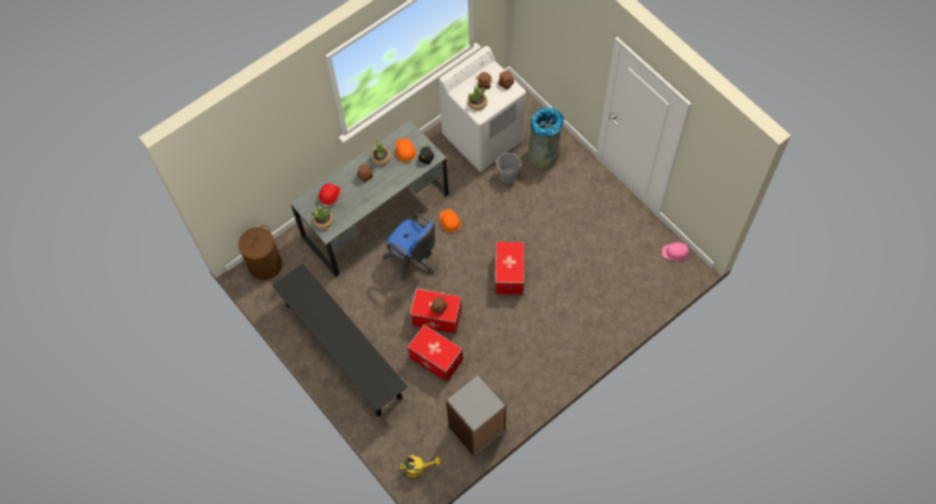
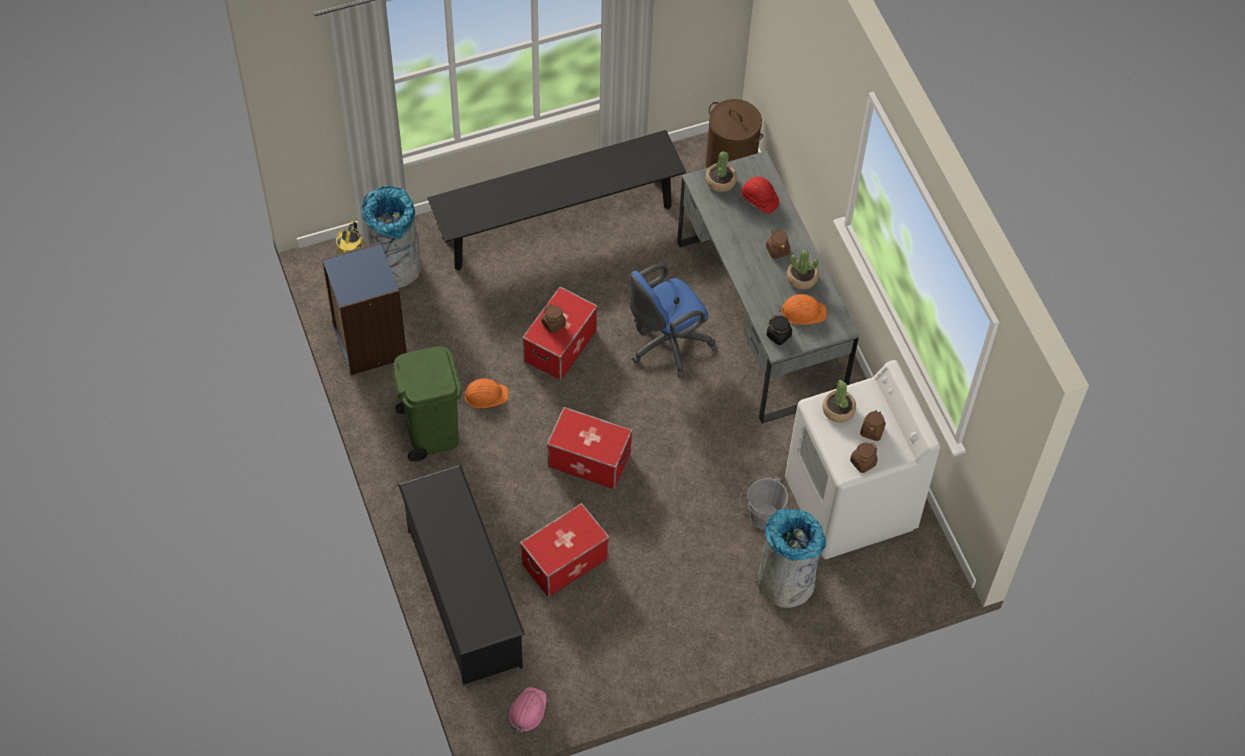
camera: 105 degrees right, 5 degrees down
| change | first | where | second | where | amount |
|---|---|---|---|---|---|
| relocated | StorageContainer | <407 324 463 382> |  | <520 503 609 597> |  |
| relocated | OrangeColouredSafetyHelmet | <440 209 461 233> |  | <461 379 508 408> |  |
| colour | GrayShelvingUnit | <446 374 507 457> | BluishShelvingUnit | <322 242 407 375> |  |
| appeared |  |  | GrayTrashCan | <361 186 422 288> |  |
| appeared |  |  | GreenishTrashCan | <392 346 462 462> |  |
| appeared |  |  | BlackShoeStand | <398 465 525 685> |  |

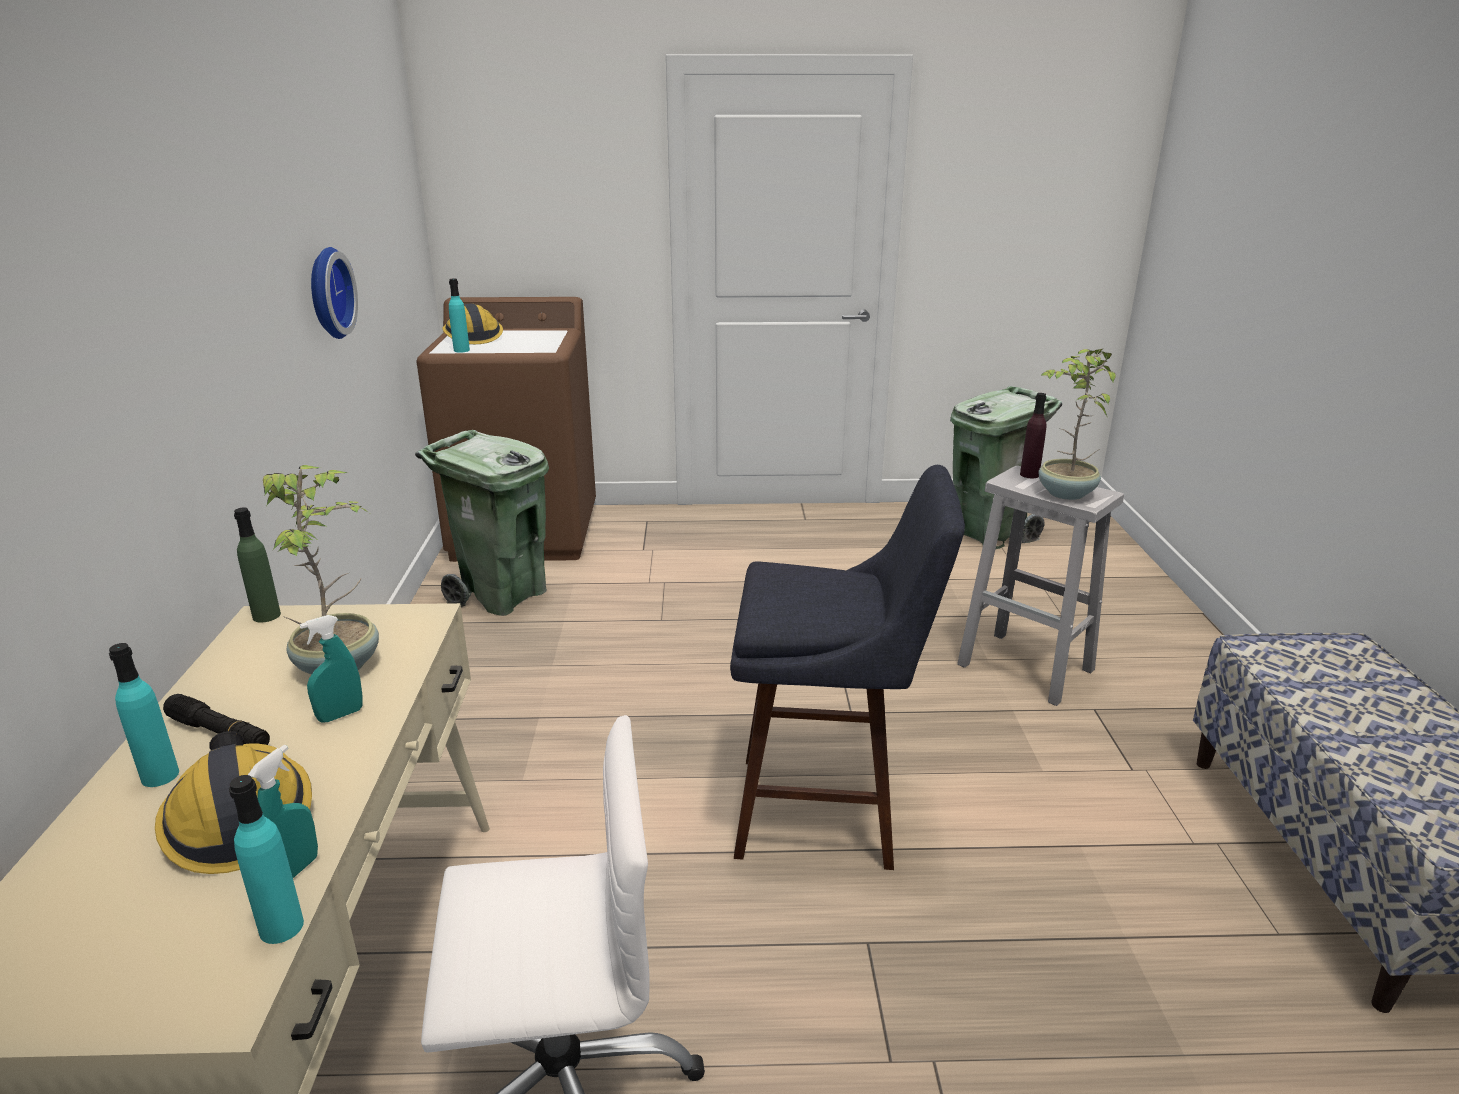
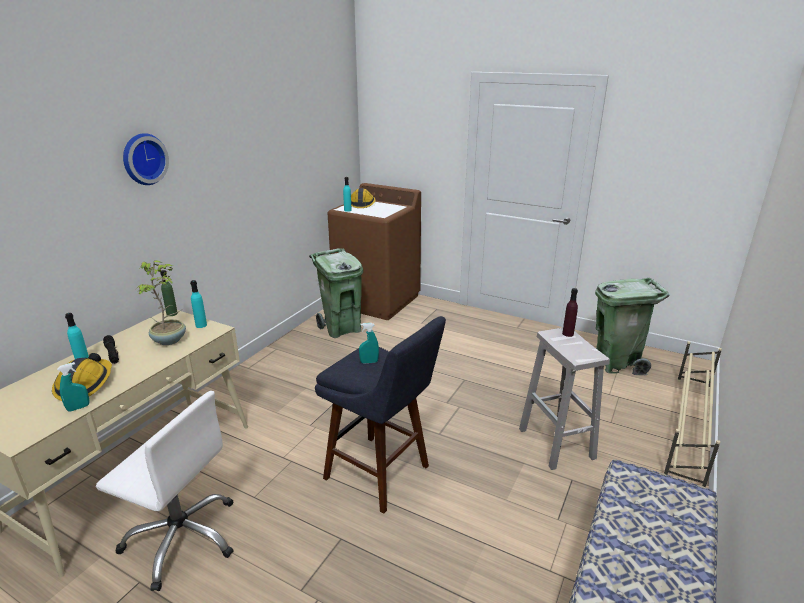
camera: 30 degrees right, 0 degrees up
| change | first | where | second | where | amount |
|---|---|---|---|---|---|
| relocated | TurquoiseDrinkBottle | <229 775 304 944> |  | <190 280 207 328> |  |
| relocated | TurquoiseSprayBottle | <300 615 363 722> |  | <359 323 379 364> |  |
| relocated | ClockOnTheWall | <311 247 358 339> |  | <123 133 169 185> |  |
| missing | Houseplant | <1038 348 1116 500> |  |  |  |
| appeared |  |  | BeigeShoeStand | <664 341 722 488> |  |

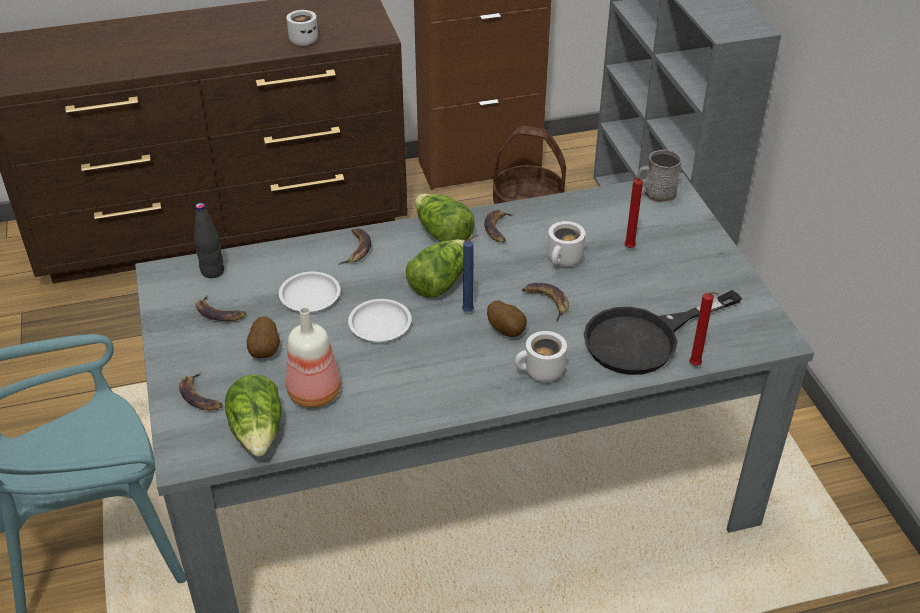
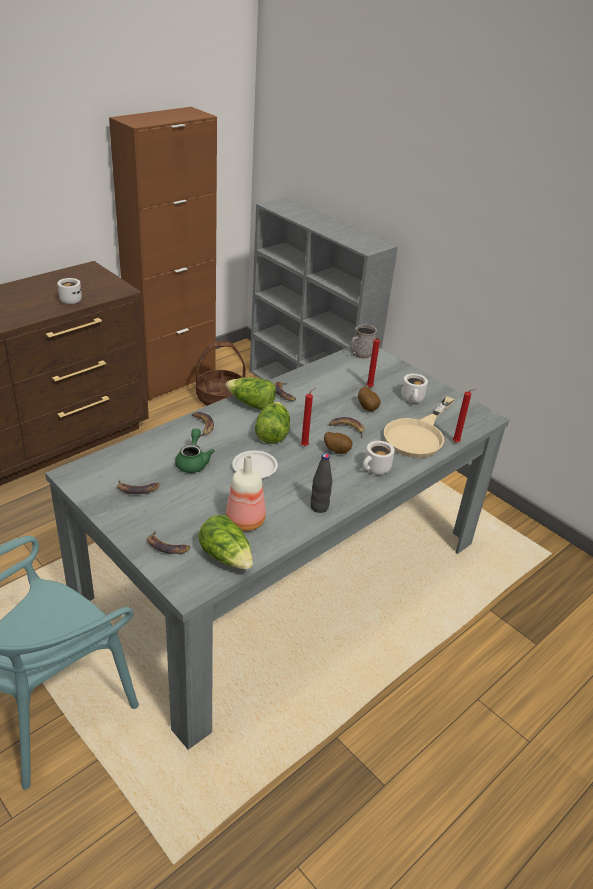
camera: 30 degrees left, 5 degrees down
| change | first | where | second | where | amount |
|---|---|---|---|---|---|
| relocated | BlackDrinkBottle | <194 203 224 278> |  | <310 453 332 513> |  |
| relocated | Potato | <247 317 280 358> |  | <358 387 381 411> |  |
| exchanged | WhiteColouredFlatDish | <279 272 341 312> | GreenishTeapot | <175 428 215 473> |  |
| colour | BluishWaxLight | <462 234 479 312> | RedWaxLight | <301 388 316 446> |  |
| relocated | WhiteColouredTeaMug | <547 221 585 267> |  | <401 374 428 403> |  |
| colour | BlackFryingPan | <584 290 742 375> | BeigeFryingPan | <384 396 454 458> |  |

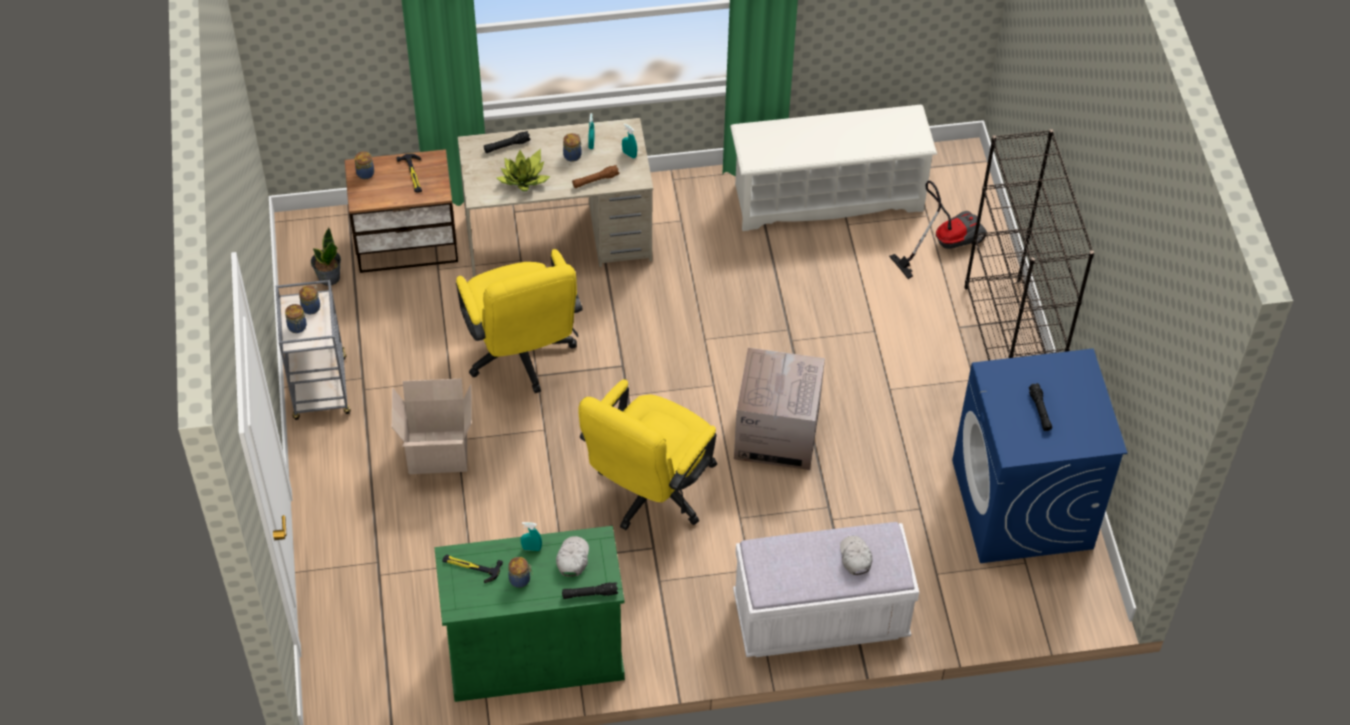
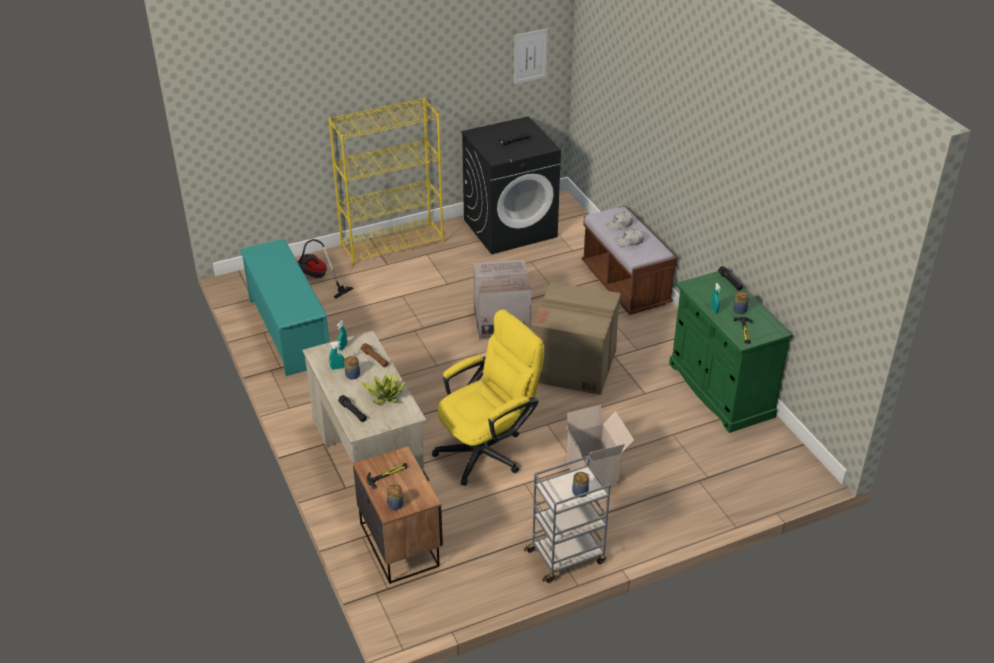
camera: 105 degrees left, 15 degrees down
| change | first | where | second | where | amount |
|---|---|---|---|---|---|
| missing | PreserveJar | <299 285 320 315> |  |  |  |
| missing | Houseplant | <311 227 341 286> |  |  |  |
| relocated | WhiteColouredPeakedCap | <556 536 589 576> |  | <615 228 644 246> |  |
| exchanged | YellowColouredComputerChair | <578 379 717 530> | CardboardBox | <532 282 621 395> |  |
| colour | WhiteColouredShoeStand | <730 105 937 231> | TurquoiseShoeStand | <240 239 329 376> |  |
| colour | WhiteColouredBench | <733 522 919 657> | BrownishBench | <582 206 678 315> |  |
| colour | BluishLaundryAppliance | <952 348 1127 563> | BlackLaundryAppliance | <461 116 561 254> |  |
| colour | BlackShelvingUnit | <964 129 1094 361> | YellowColouredShelvingUnit | <328 98 444 266> |  |
| appeared |  |  | WallArt | <514 29 548 84> |  |

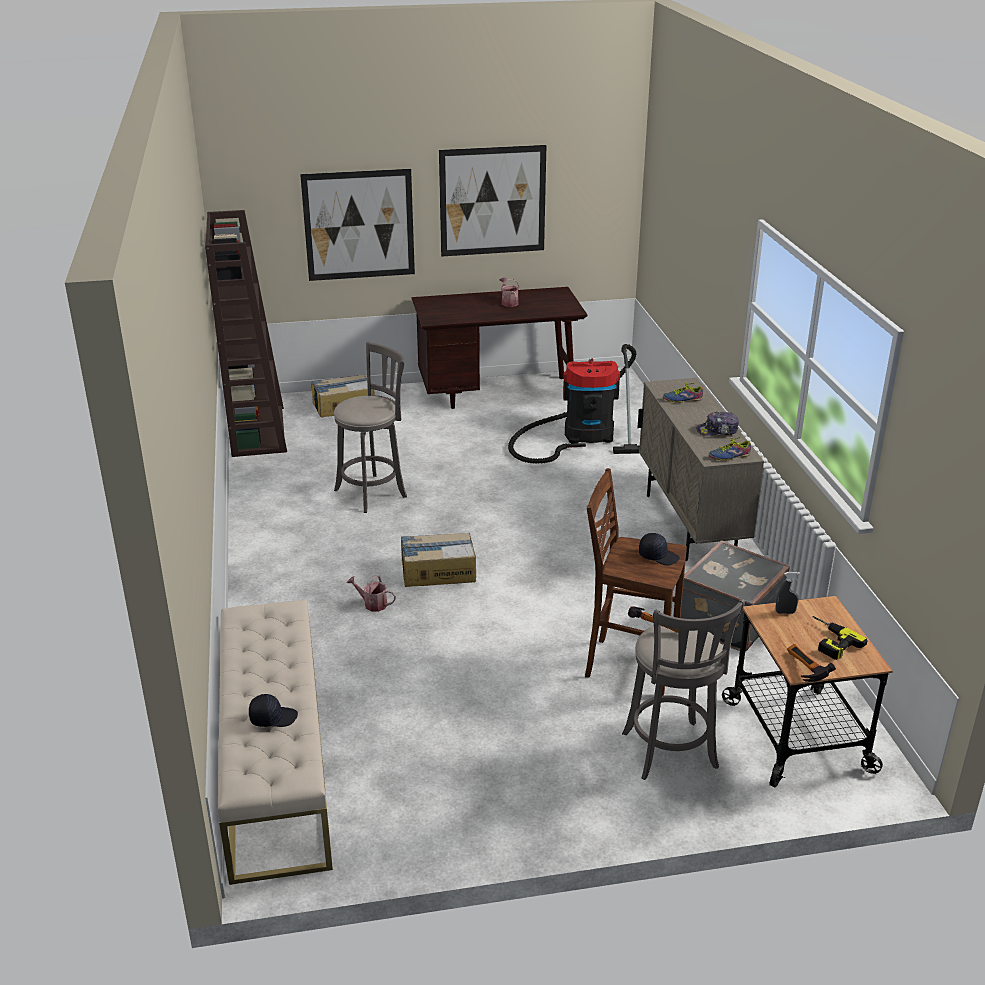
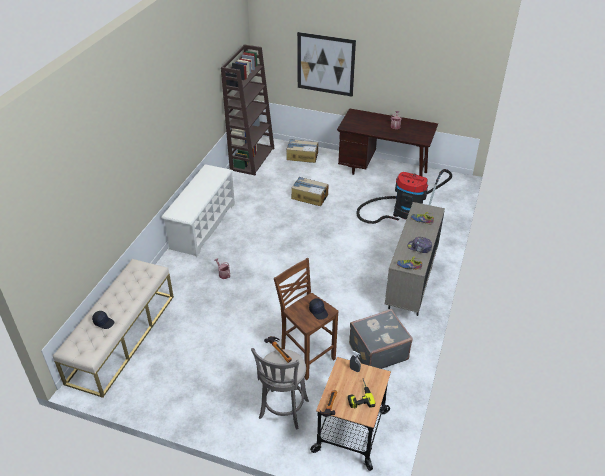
camera: 30 degrees right, 10 degrees up
| change | first | where | second | where | amount |
|---|---|---|---|---|---|
| missing | GraySittingStool | <334 342 407 513> |  |  |  |
| relocated | CardboardBox | <401 533 476 587> |  | <291 177 328 206> |  |
| missing | WallArt | <439 145 546 257> |  |  |  |
| appeared |  |  | WhiteColouredShoeStand | <161 164 235 257> |  |

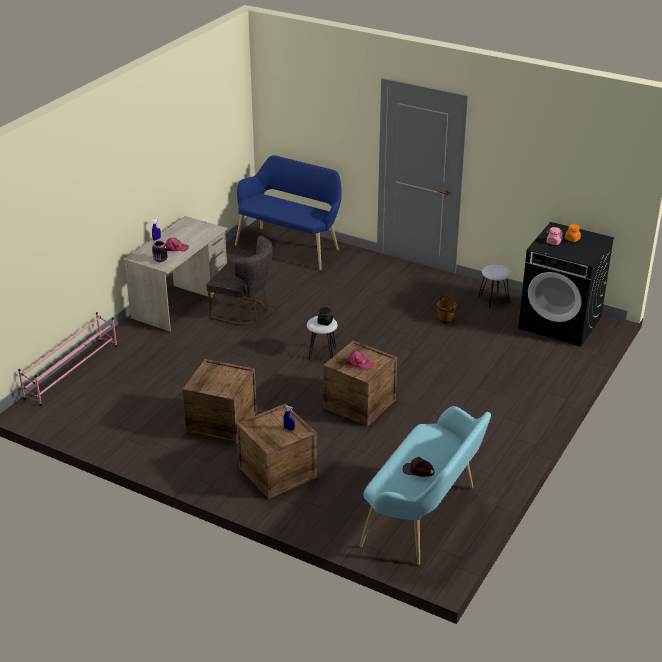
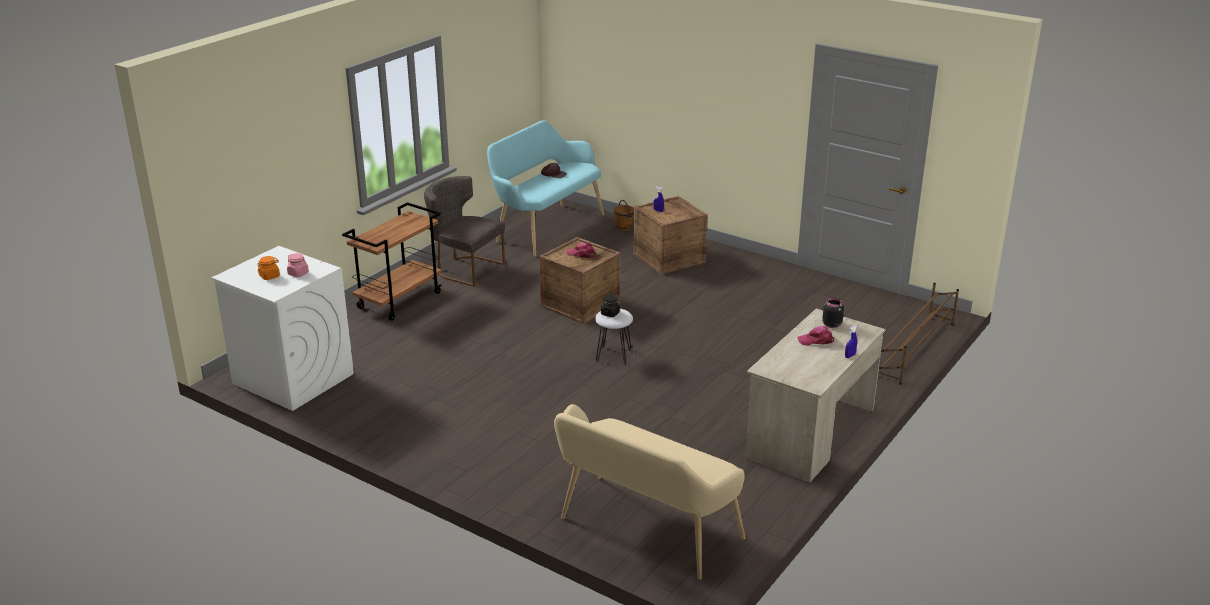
camera: 175 degrees left, 5 degrees down
| change | first | where | second | where | amount |
|---|---|---|---|---|---|
| colour | PinkShoeStand | <18 312 117 406> | BrownishShoeStand | <878 283 959 385> |  |
| missing | ShippingCrate | <183 359 257 444> |  |  |  |
| relocated | GrayPlainChair | <206 236 273 325> |  | <424 176 505 286> |  |
| colour | BluishBench | <235 155 342 270> | BeigeBench | <554 404 746 580> |  |
| relocated | BrownishWaterBucket | <437 296 457 324> |  | <614 200 634 231> |  |
| missing | WhiteColouredSittingStool | <478 264 511 308> |  |  |  |
| colour | BlackLaundryAppliance | <518 222 614 347> | WhiteColouredLaundryAppliance | <211 246 354 411> |  |
| appeared |  |  | BrownishTrolley | <342 202 442 321> |  |

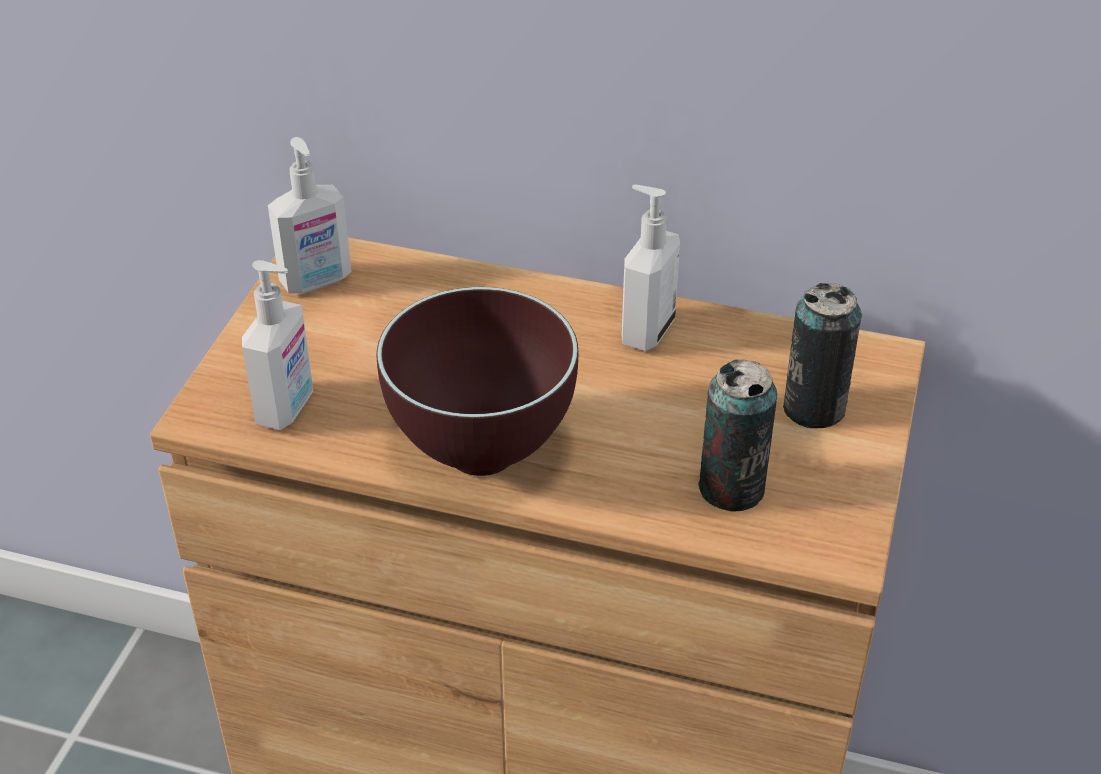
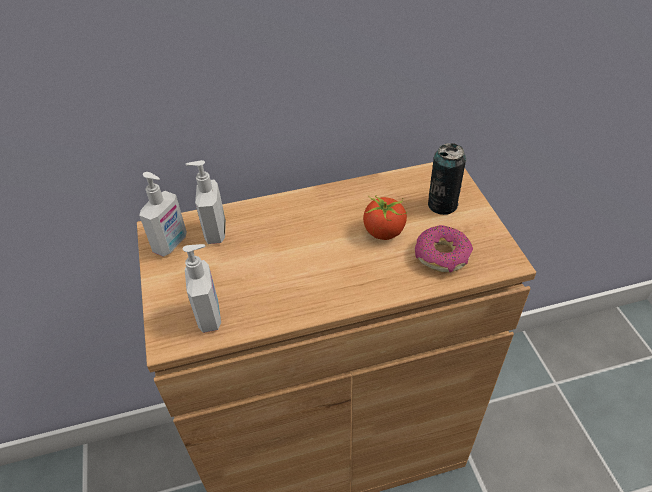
camera: 30 degrees left, 5 degrees up
| change | first | where | second | where | amount |
|---|---|---|---|---|---|
| missing | BrownishBowl | <376 287 579 476> |  |  |  |
| relocated | SoapDispenser | <621 185 680 351> |  | <186 160 226 244> |  |
| exchanged | SealedCan | <698 359 777 512> | Donut | <415 225 473 273> |  |
| appeared |  |  | Tomato | <363 195 407 240> |  |

